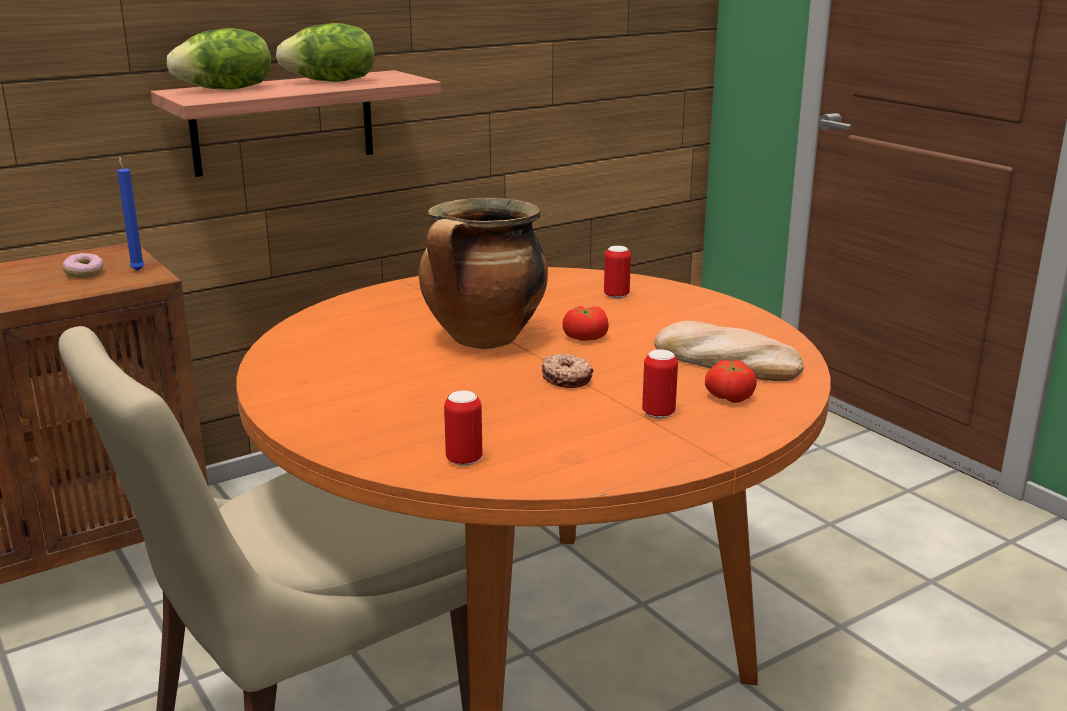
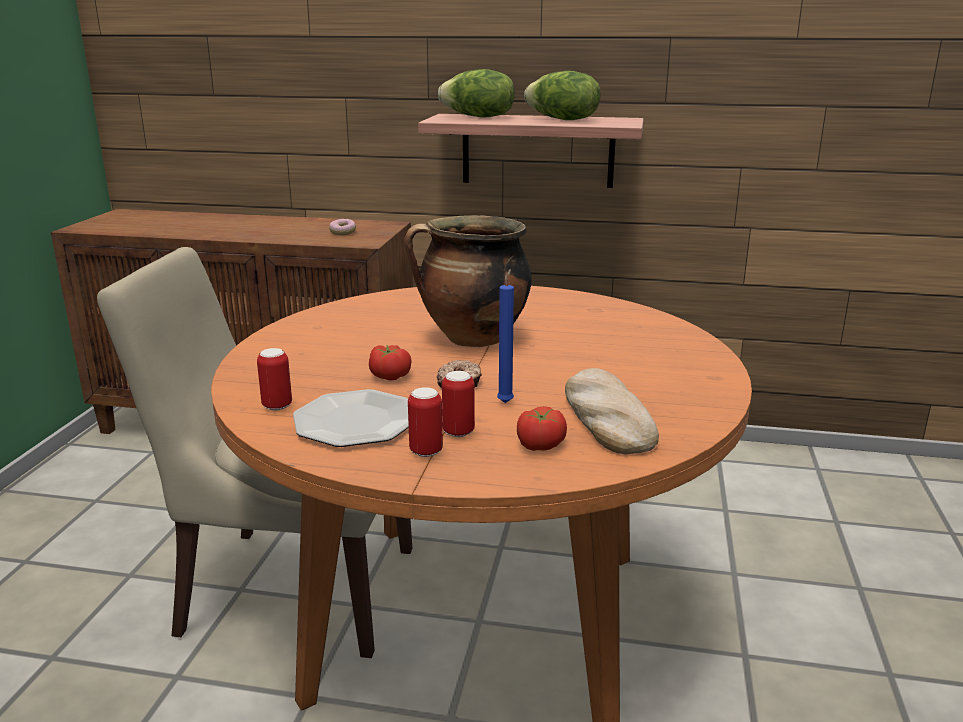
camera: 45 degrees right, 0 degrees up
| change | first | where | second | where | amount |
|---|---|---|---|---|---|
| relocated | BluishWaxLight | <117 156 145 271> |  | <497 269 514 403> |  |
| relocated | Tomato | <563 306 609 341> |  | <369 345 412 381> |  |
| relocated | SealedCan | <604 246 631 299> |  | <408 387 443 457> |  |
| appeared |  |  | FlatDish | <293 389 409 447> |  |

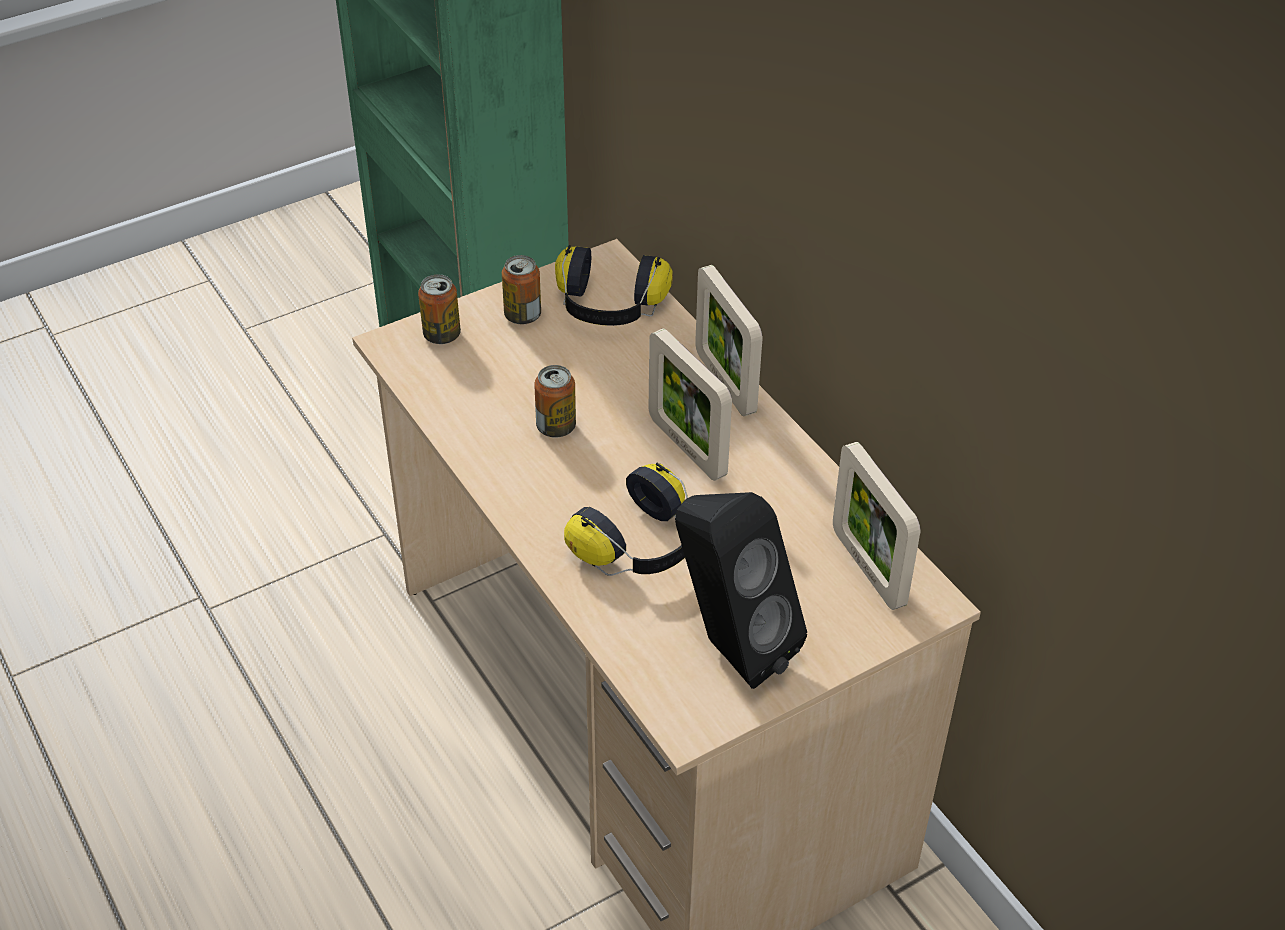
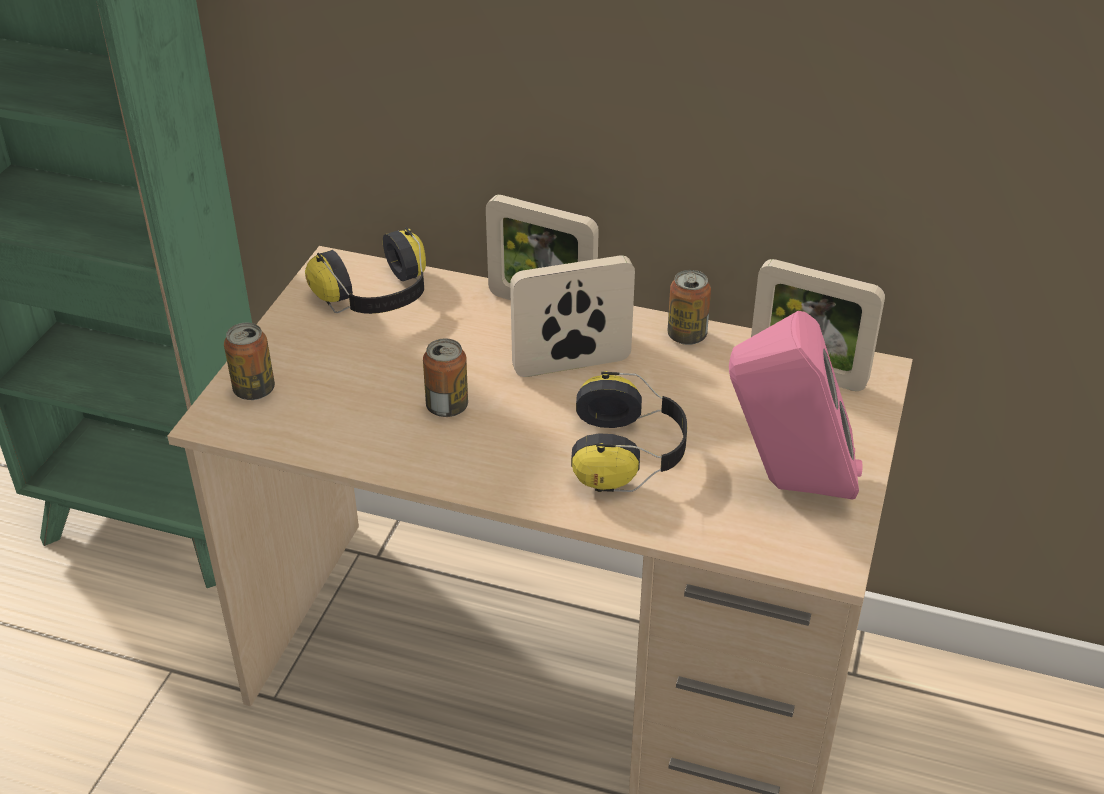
camera: 40 degrees left, 5 degrees down
| change | first | where | second | where | amount |
|---|---|---|---|---|---|
| relocated | SealedCan | <502 255 541 324> |  | <668 270 711 345> |  |
| spun | StandingFrame | <649 329 732 481> |  | <510 255 635 377> | 150 degrees clockwise |
| colour | BlackAudioSpeaker | <675 492 807 689> | PinkAudioSpeaker | <729 311 862 500> |  |

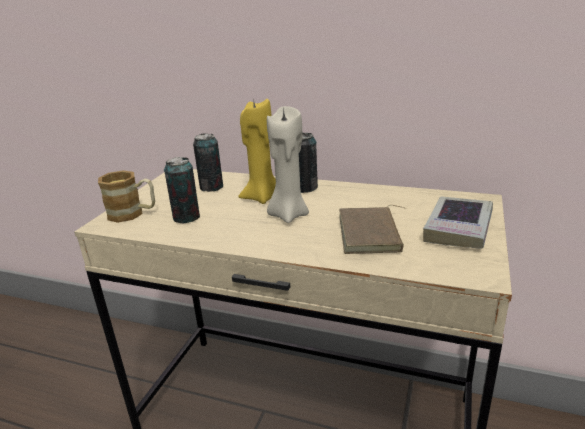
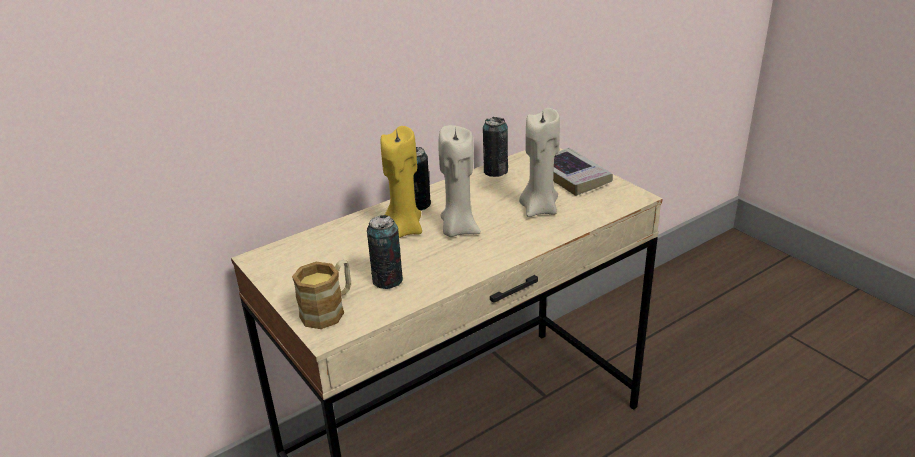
camera: 55 degrees left, 5 degrees up
| change | first | where | second | where | amount |
|---|---|---|---|---|---|
| relocated | SealedCan | <193 133 223 192> |  | <483 117 508 177> |  |
| exchanged | BrownishBoundBook | <339 205 406 254> | BeigeWaxLight | <519 108 560 217> |  |

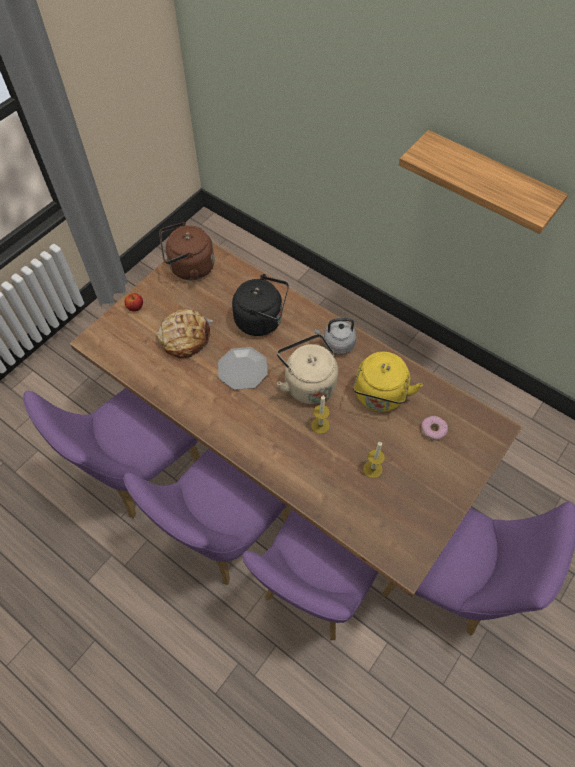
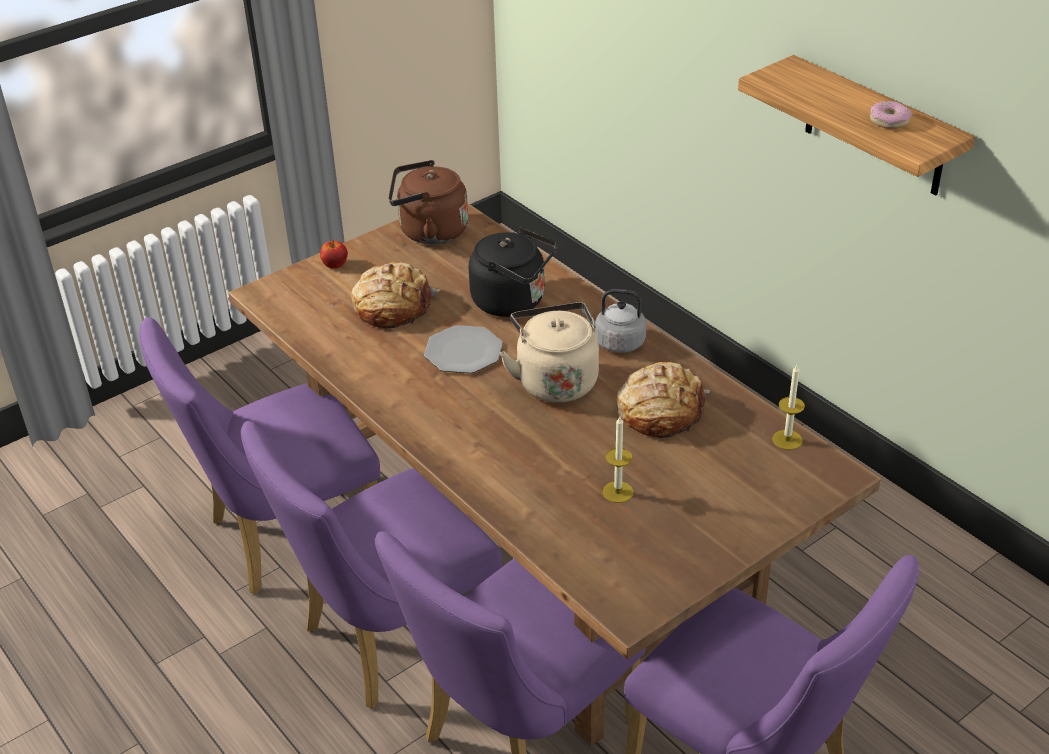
camera: 15 degrees right, 20 degrees down
| change | first | where | second | where | amount |
|---|---|---|---|---|---|
| relocated | WaxLight | <311 395 330 434> |  | <772 365 805 450> |  |
| exchanged | YellowColouredWaterKettle | <353 352 423 412> | BakedBread | <616 362 710 438> |  |
| relocated | Donut | <421 416 448 441> |  | <870 101 912 129> |  |

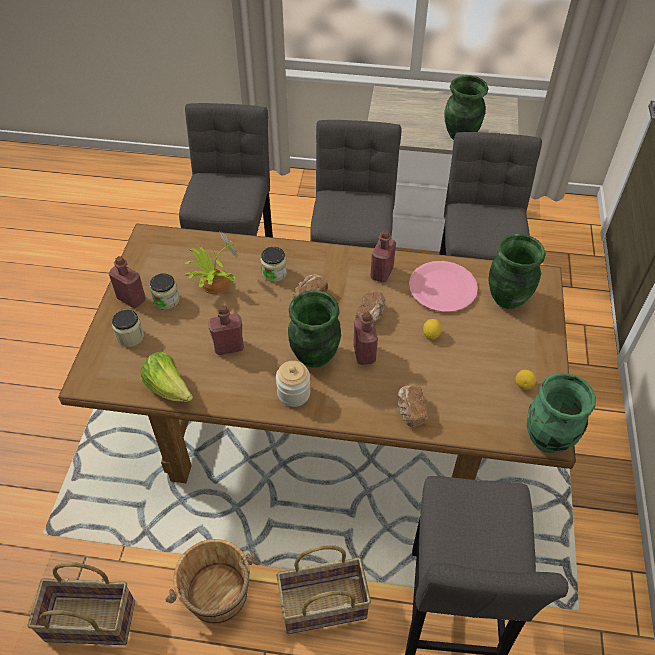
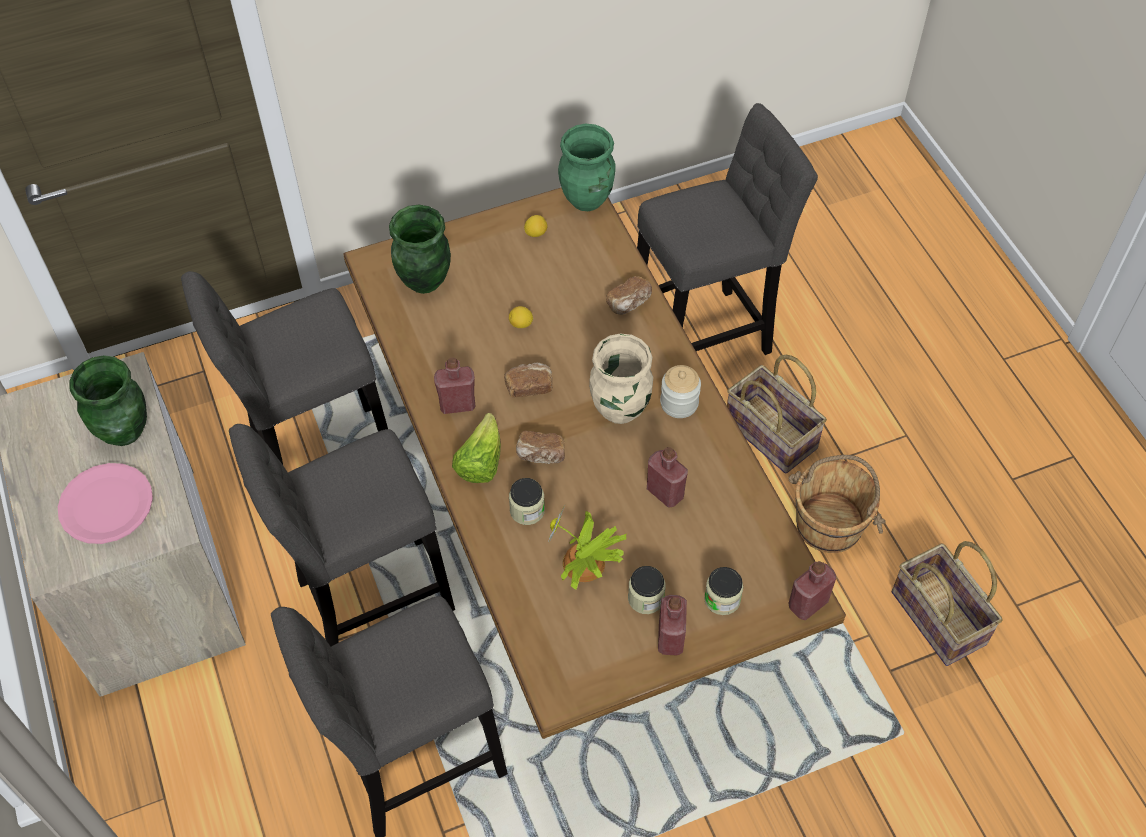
camera: 120 degrees left, 5 degrees up
| change | first | where | second | where | amount |
|---|---|---|---|---|---|
| relocated | HeadOfLettuce | <141 352 193 402> |  | <452 413 501 483> |  |
| colour | GreenishFlowerVase | <288 290 341 368> | BeigeFlowerVase | <589 333 653 424> |  |
| relocated | RedDrinkBottle | <353 312 378 365> |  | <788 561 836 620> |  |
| relocated | PinkFlatDish | <409 261 478 312> |  | <58 463 153 544> |  |

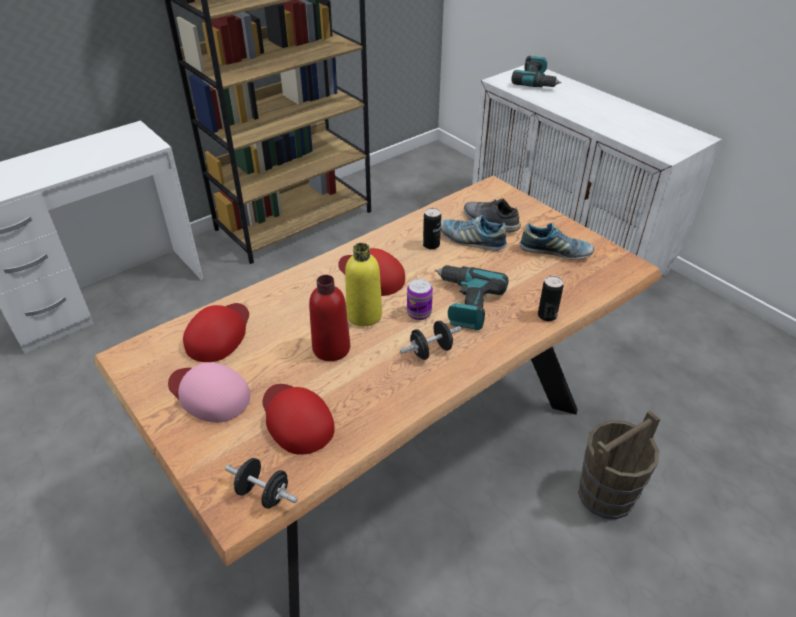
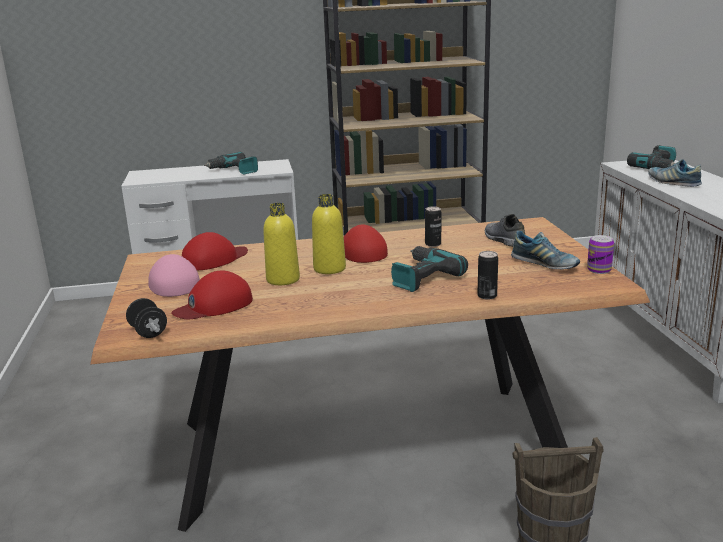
camera: 30 degrees right, 20 degrees down
| change | first | where | second | where | amount |
|---|---|---|---|---|---|
| spun | RedPeakedCap | <263 384 335 455> |  | <171 270 253 319> | 120 degrees counterclockwise |
| colour | RedDrinkBottle | <309 275 350 361> | YellowColouredDrinkBottle | <263 203 300 285> |  |
| missing | BlackFreeWeight | <400 321 461 360> |  |  |  |
| relocated | SealedCan | <407 279 433 320> |  | <587 235 614 274> |  |
| relocated | Shoe | <441 215 507 251> |  | <649 159 702 187> |  |
| appeared |  |  | Drill | <204 152 258 174> |  |

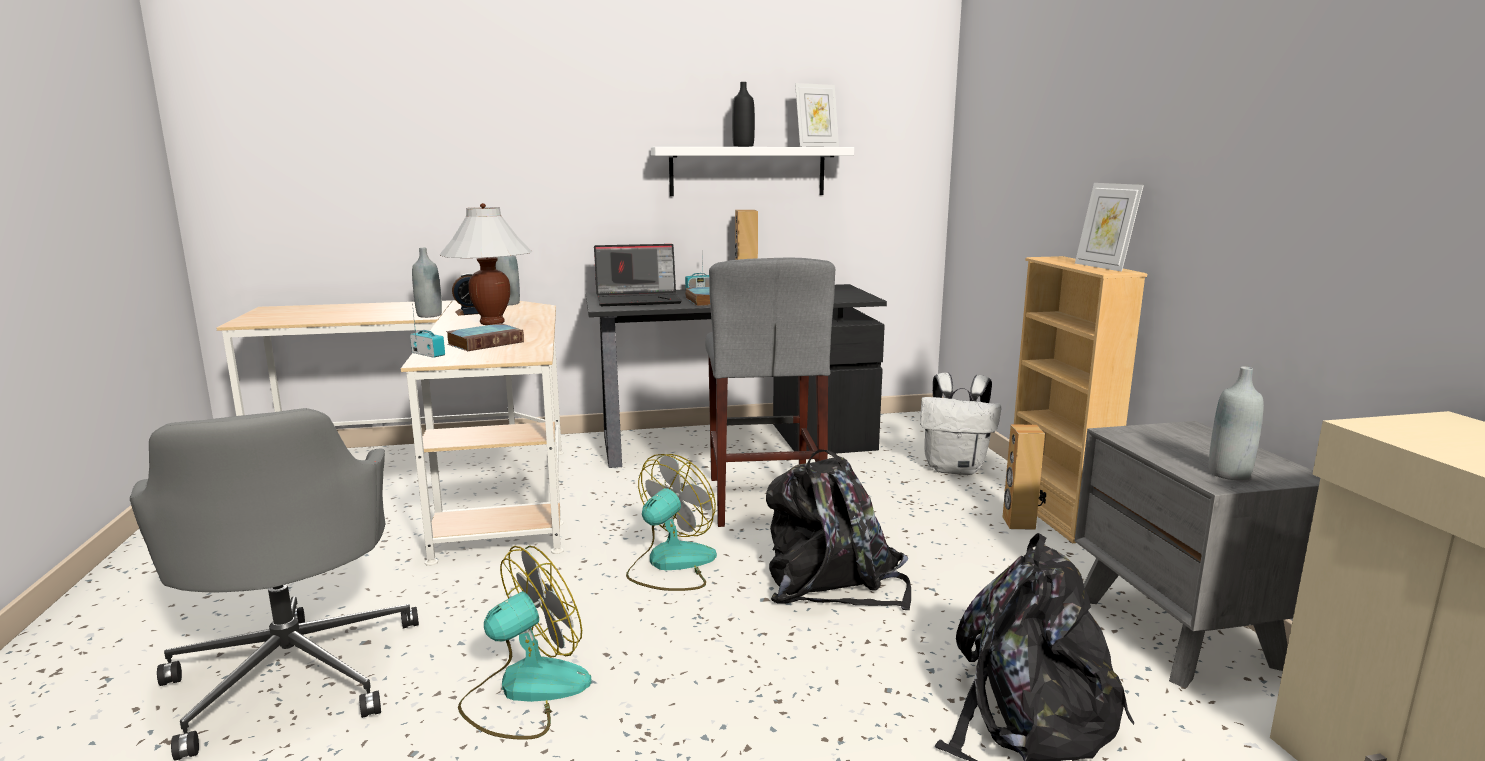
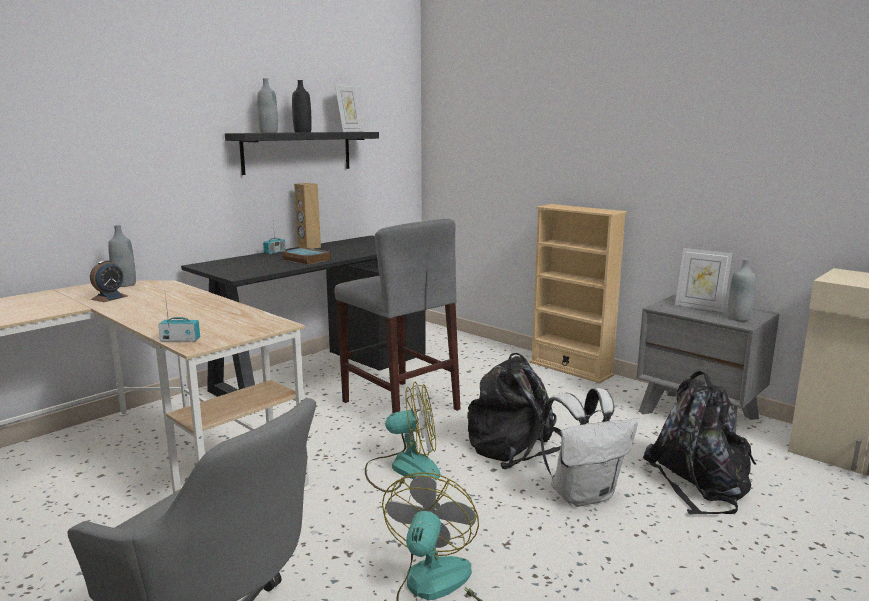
camera: 35 degrees left, 0 degrees up
| change | first | where | second | where | amount |
|---|---|---|---|---|---|
| relocated | GrayDrinkBottle | <412 248 442 318> |  | <257 78 278 133> |  |
| missing | WhiteColouredLampForATable | <440 203 532 325> |  |  |  |
| missing | BoundBook | <446 323 524 352> |  |  |  |
| missing | PortableComputer | <594 244 682 306> |  |  |  |
| spun | Fan | <626 454 717 591> |  | <365 382 440 492> | 90 degrees clockwise |
| colour | WhiteColouredWallShelf | <651 147 854 196> | BlackWallShelf | <225 132 379 175> |  |
| relocated | WhiteColouredRucksack | <920 373 1001 475> |  | <540 388 638 507> |  |
| missing | BrownishAudioSpeaker | <1003 424 1045 530> |  |  |  |
| relocated | StandingFrame | <1075 183 1144 272> |  | <675 248 732 312> |  |

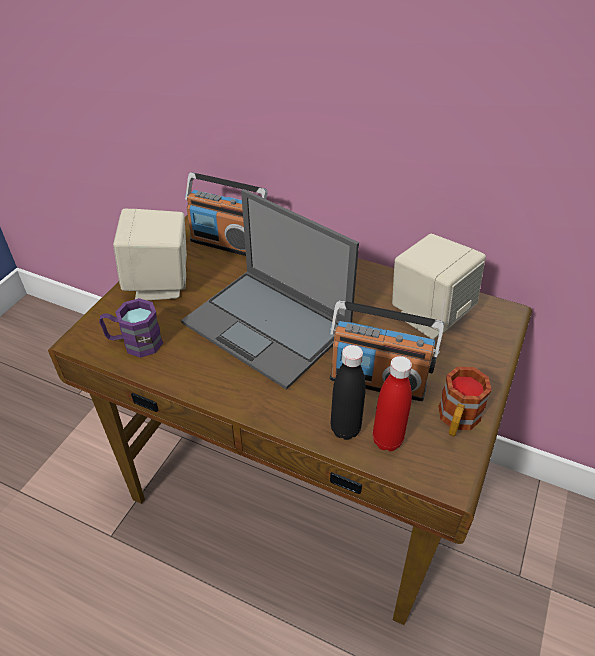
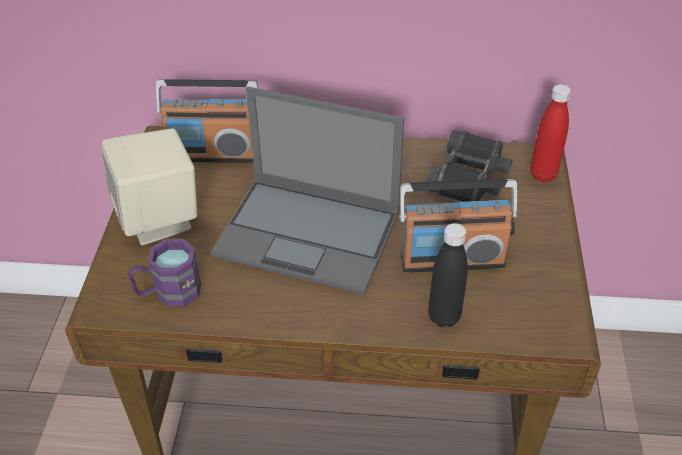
camera: 20 degrees left, 0 degrees up
| change | first | where | second | where | amount |
|---|---|---|---|---|---|
| relocated | RedDrinkBottle | <373 356 412 451> |  | <530 84 571 183> |  |
| exchanged | BeigeAudioSpeaker | <392 234 486 339> | BlackBinoculars | <426 130 513 202> |  |
| missing | TeaMug | <438 367 492 436> |  |  |  |

